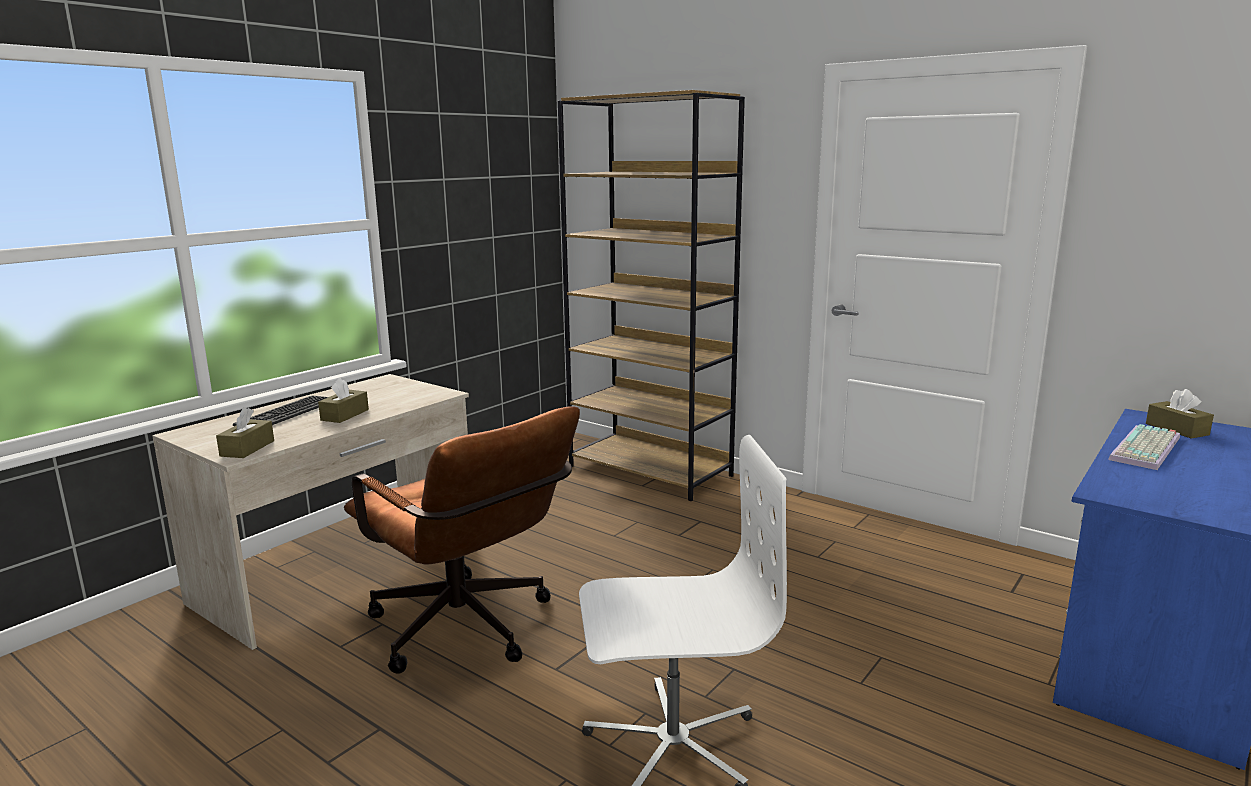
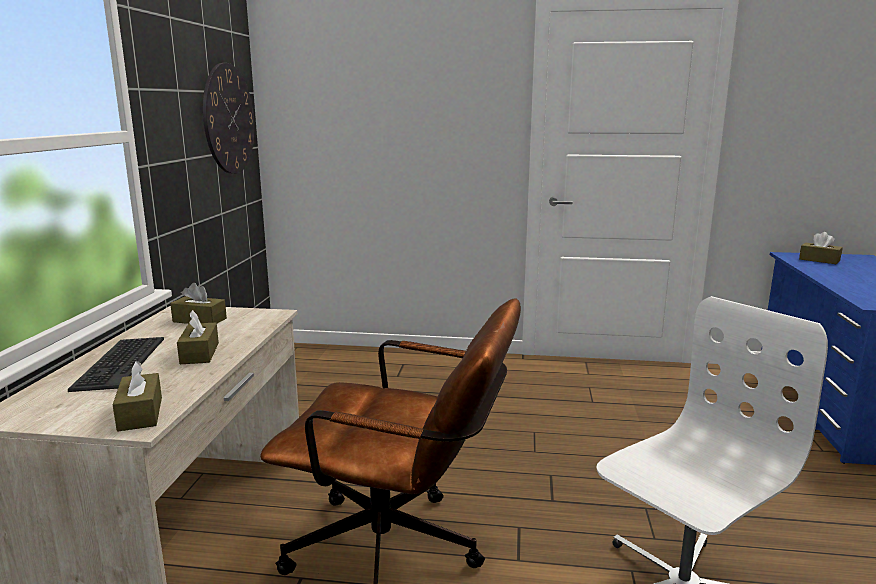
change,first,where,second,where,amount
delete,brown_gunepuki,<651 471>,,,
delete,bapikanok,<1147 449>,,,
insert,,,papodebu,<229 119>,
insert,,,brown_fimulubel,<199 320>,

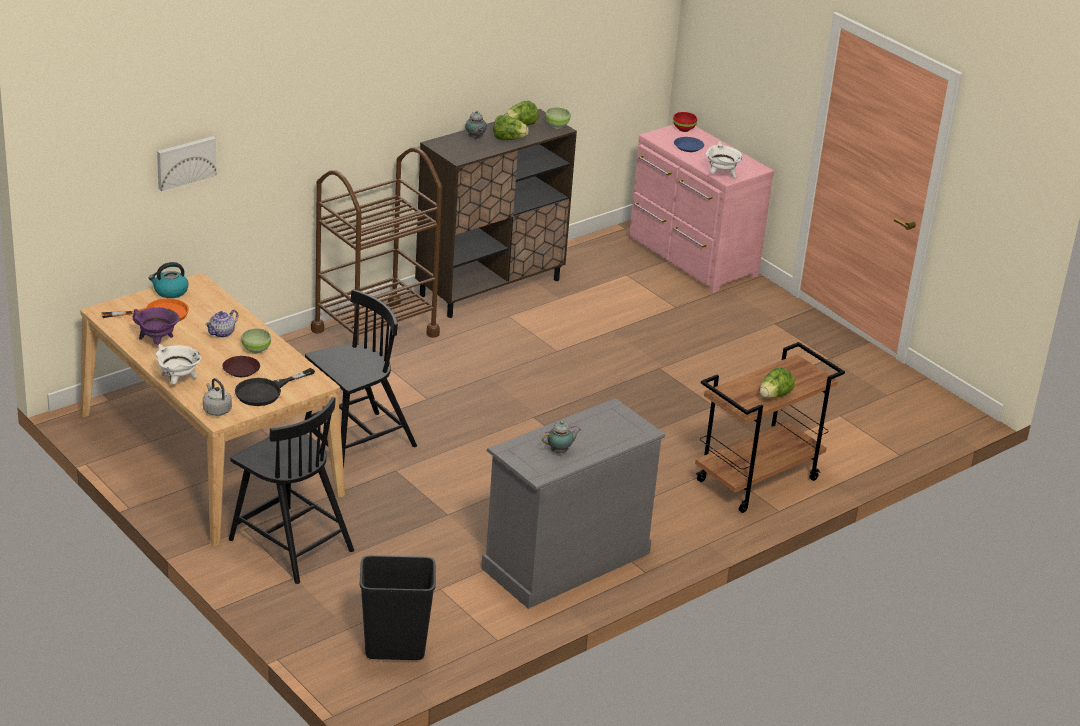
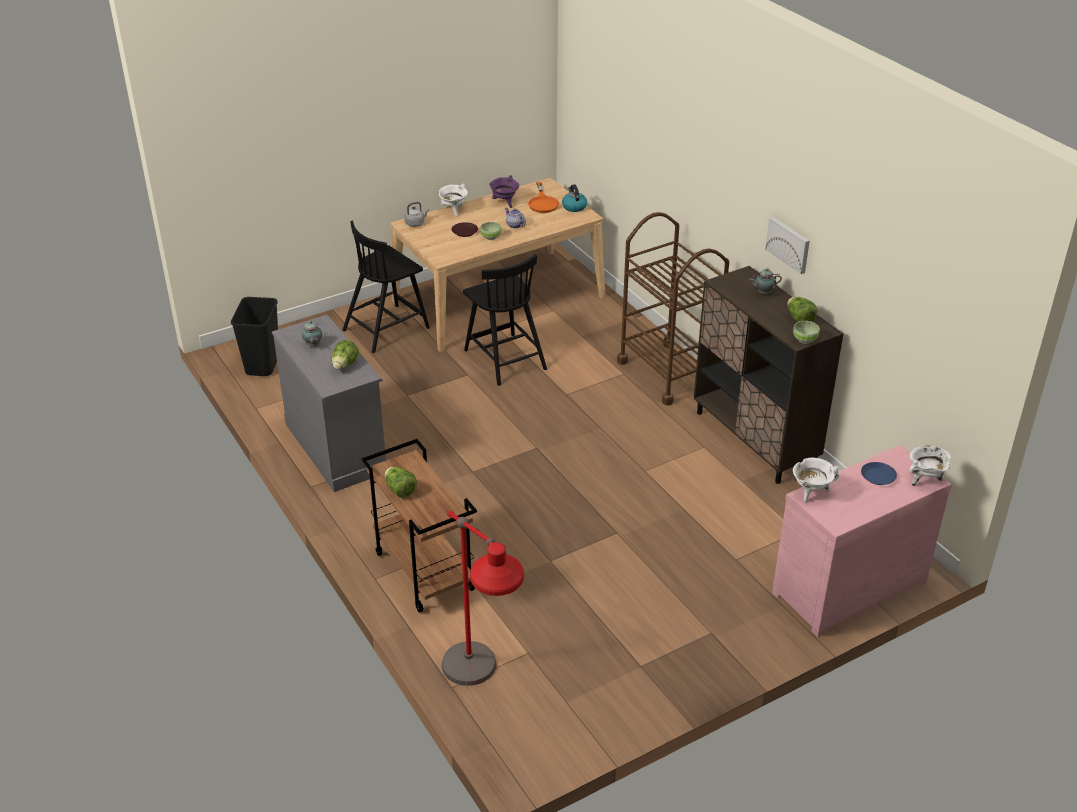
change,first,where,second,where,amount
replace,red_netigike,<684 129>,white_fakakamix,<925 479>,
move,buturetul,<508 139>,,<345 365>,
move,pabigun,<185 162>,,<789 244>,
delete,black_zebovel,<265 391>,,,
insert,,,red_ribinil,<481 693>,

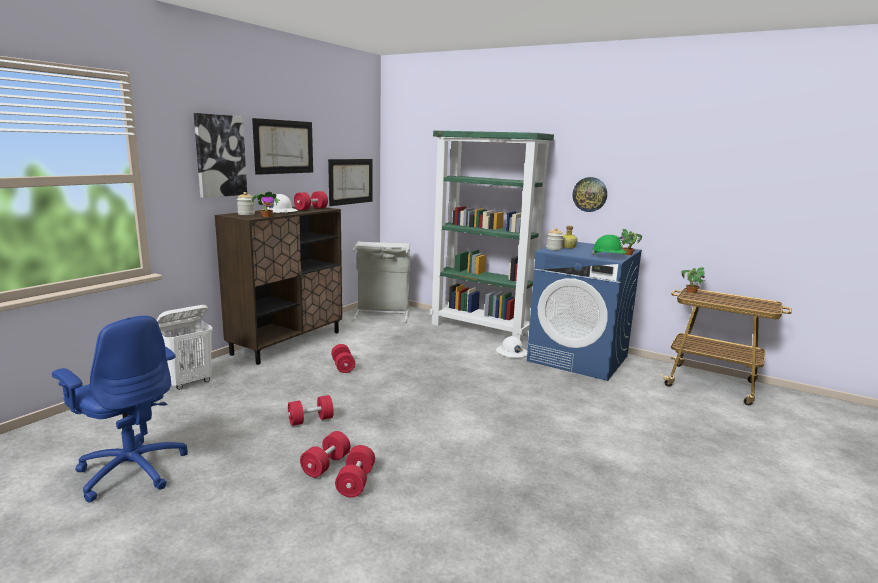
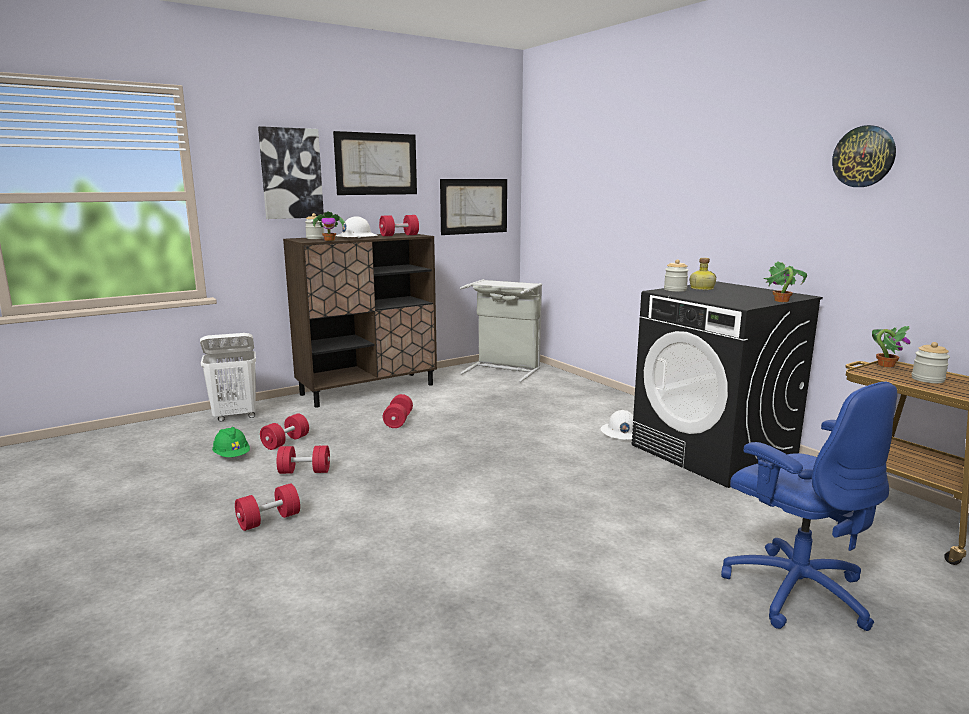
change,first,where,second,where,amount
delete,green_gunepuki,<482 329>,,,
move,papodebu,<590 194>,,<864 156>,
move,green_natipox,<608 257>,,<232 456>,
recolor,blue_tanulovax,<578 358>,black_tanulovax,<713 452>,
move,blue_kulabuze,<132 470>,,<795 590>,
move,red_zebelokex,<356 482>,,<285 442>,
insert,,,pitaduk,<927 379>,

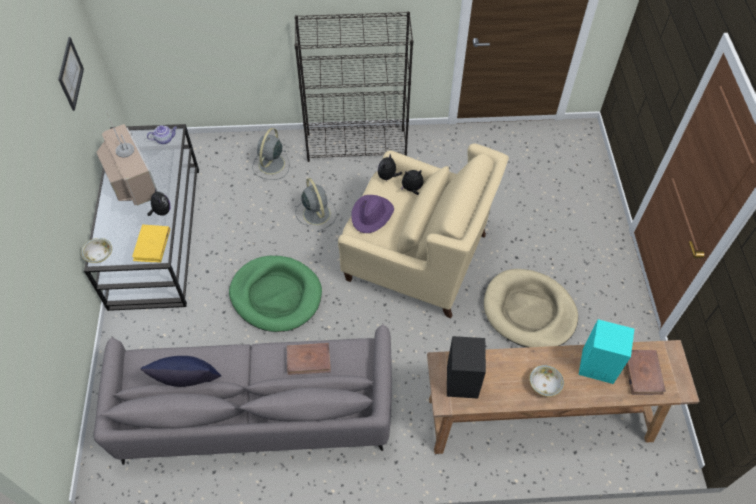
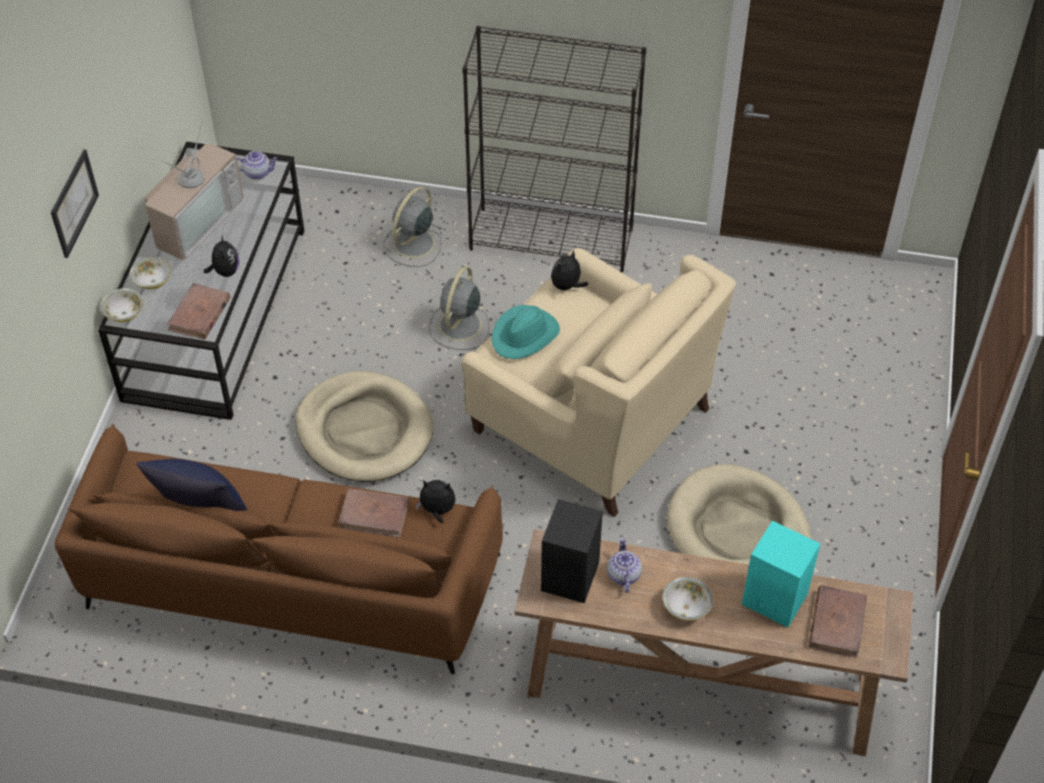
change,first,where,second,where,amount
move,pabigun,<70 73>,,<73 203>,
rotate,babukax,<131 179>,,<195 219>,45 degrees clockwise
move,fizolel,<412 189>,,<437 510>,
rotate,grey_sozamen,<316 213>,,<459 326>,150 degrees counterclockwise
recolor,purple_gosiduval,<372 215>,turquoise_gosiduval,<525 335>,
recolor,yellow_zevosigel,<152 245>,brown_zevosigel,<199 314>,
recolor,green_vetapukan,<276 295>,beige_vetapukan,<364 431>,
recolor,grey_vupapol,<255 412>,brown_vupapol,<288 583>,
insert,,,netigike,<153 281>,
insert,,,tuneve,<623 574>,

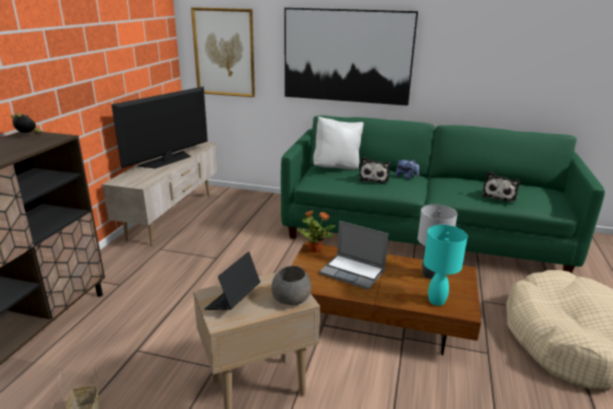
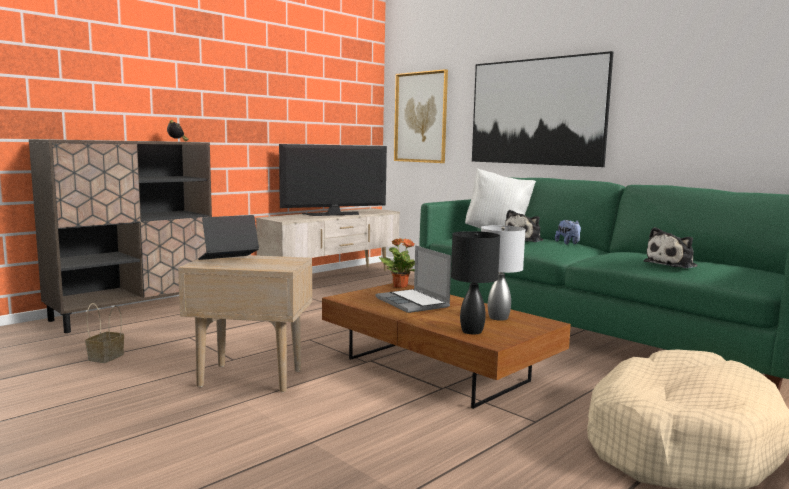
change,first,where,second,where,amount
recolor,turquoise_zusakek,<437 301>,black_zusakek,<472 331>,
delete,grey_netigike,<291 298>,,,

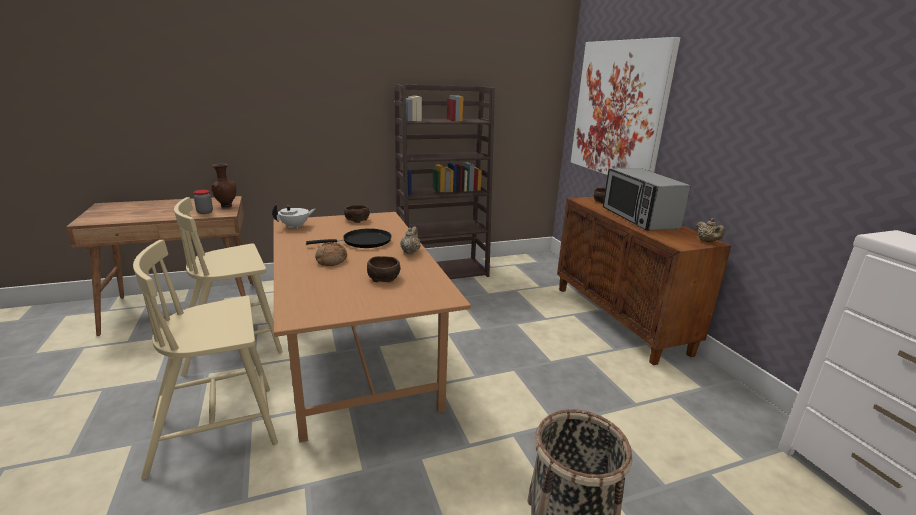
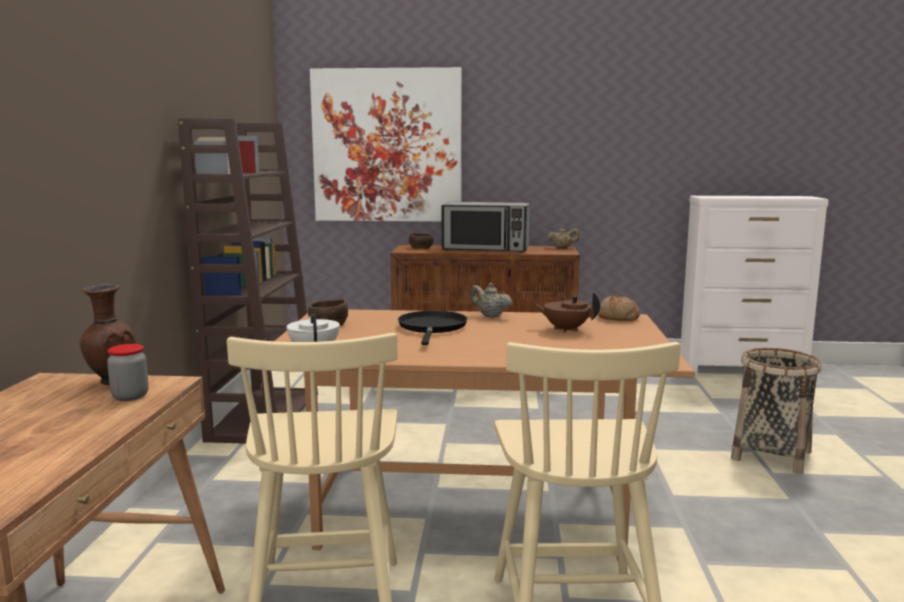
change,first,where,second,where,amount
move,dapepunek,<331 260>,,<617 318>,
replace,brown_netigike,<384 278>,brown_tuneve,<565 329>,

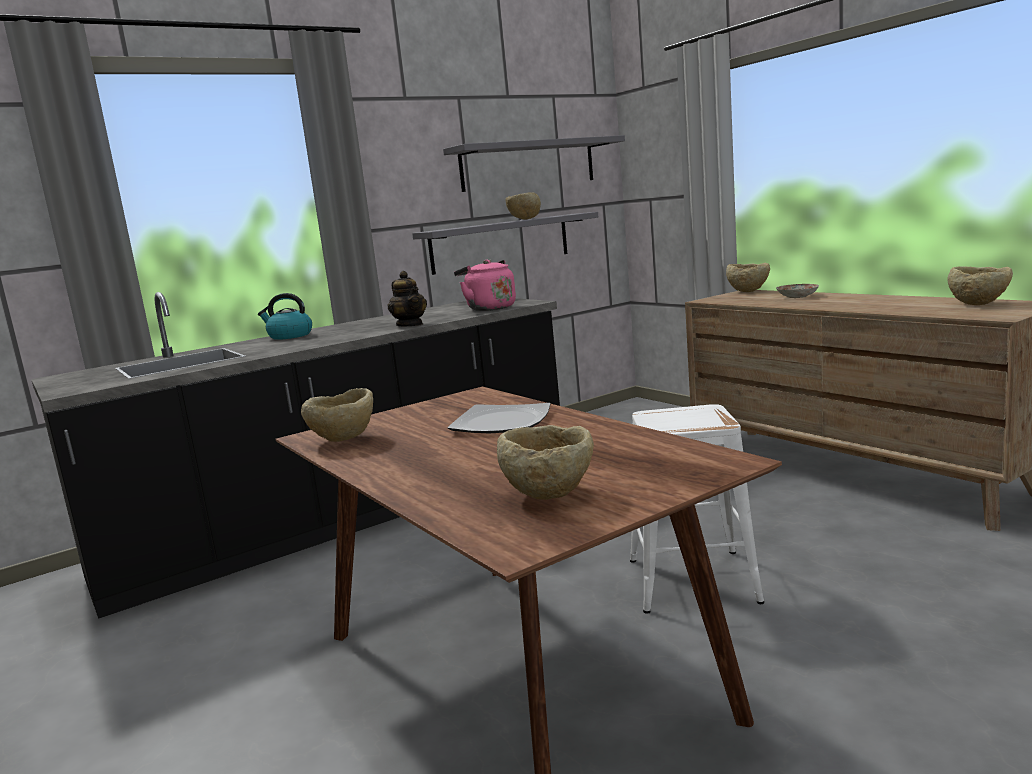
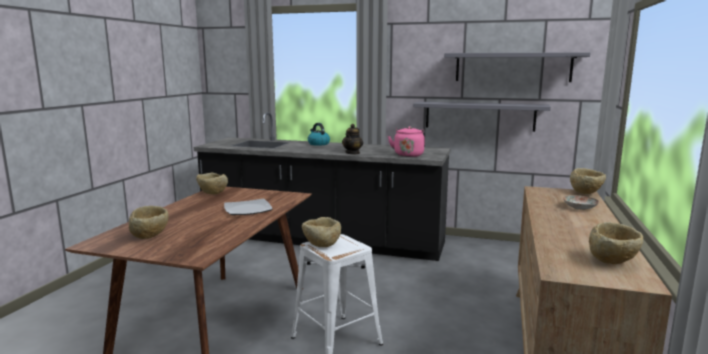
change,first,where,second,where,amount
move,beige_netigike,<524 219>,,<321 245>,

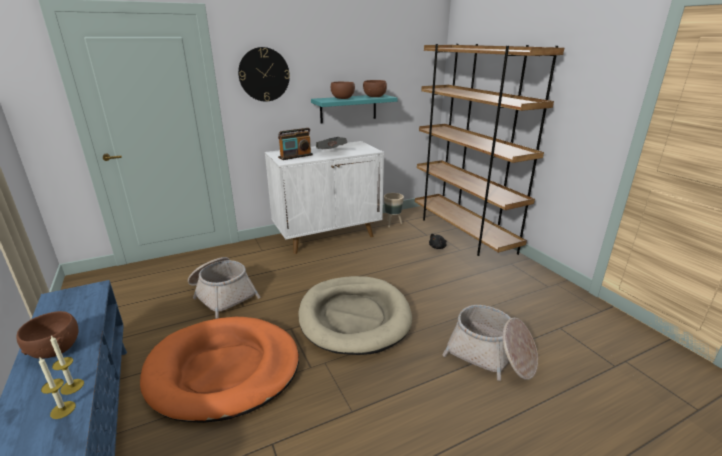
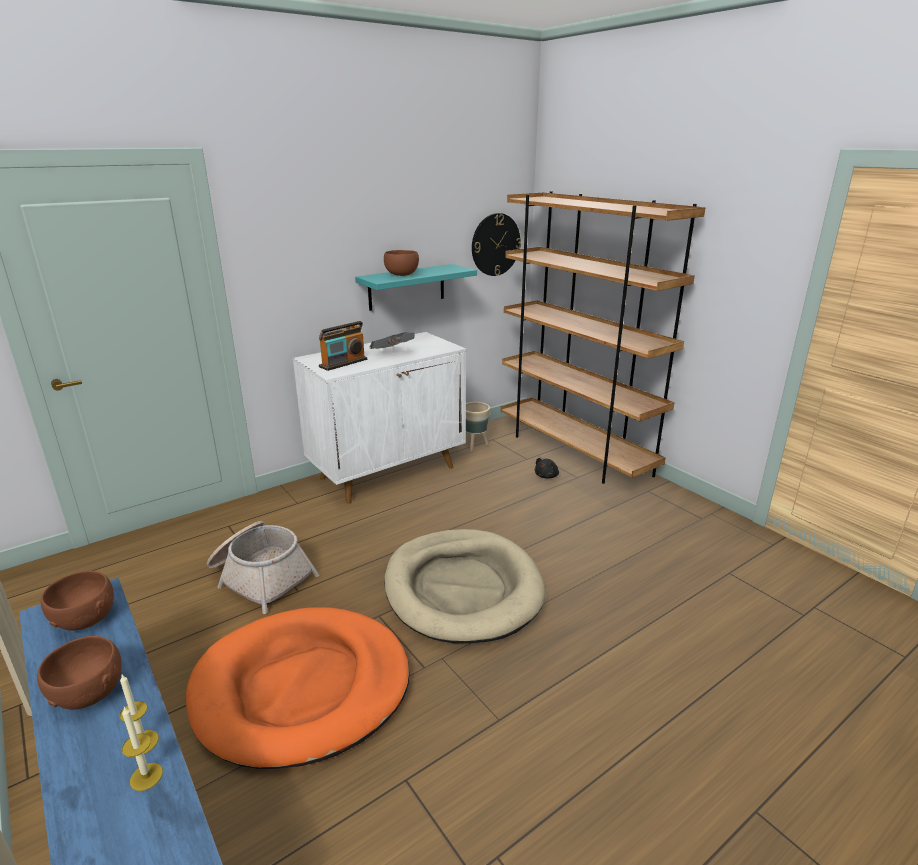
change,first,where,second,where,amount
move,papodebu,<264 74>,,<495 244>,
move,brown_netigike,<374 97>,,<85 619>,
delete,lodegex,<491 356>,,,

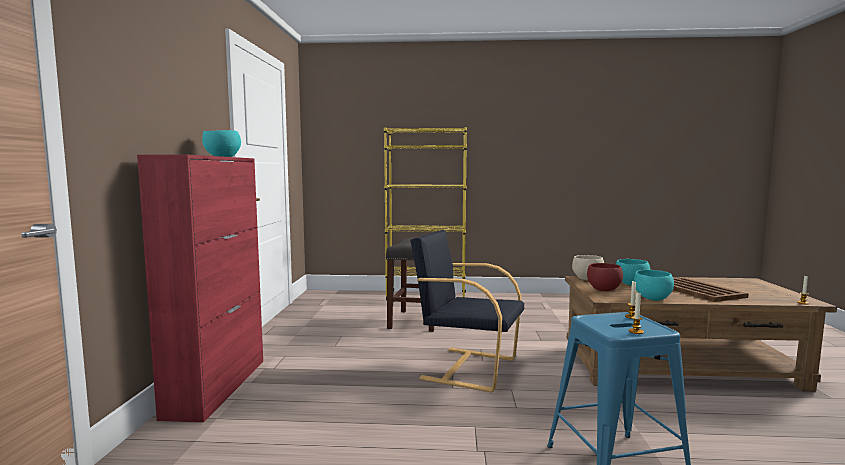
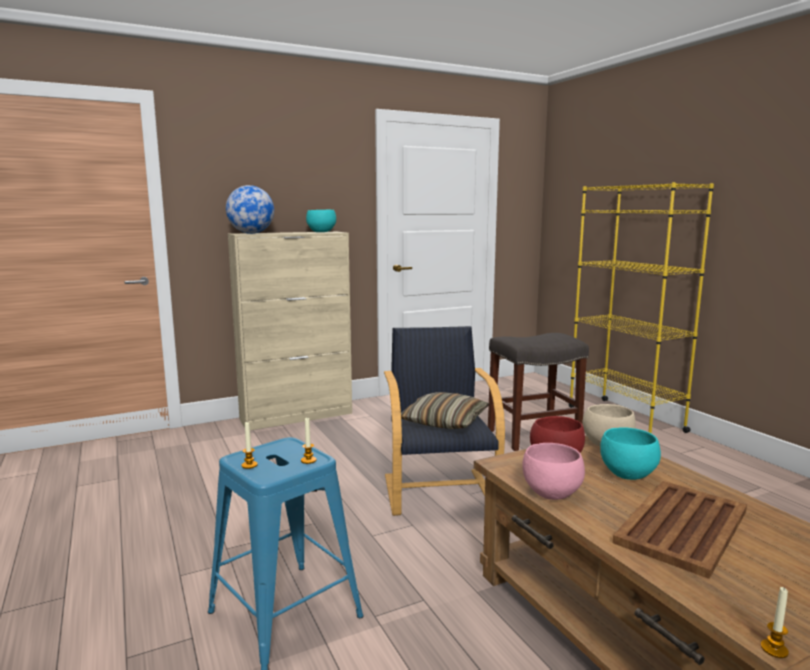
change,first,where,second,where,amount
recolor,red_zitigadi,<217 387>,beige_zitigadi,<297 416>,
recolor,turquoise_netigike,<653 299>,pink_netigike,<550 494>,
insert,,,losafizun,<251 233>,
insert,,,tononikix,<445 421>,

